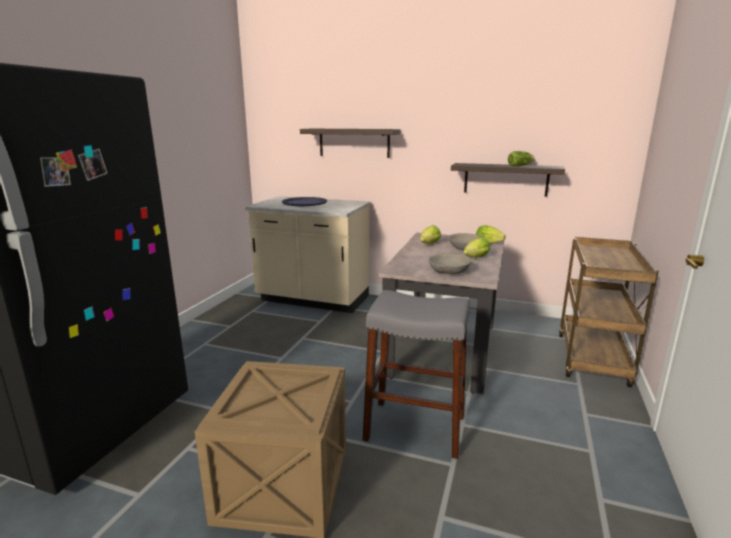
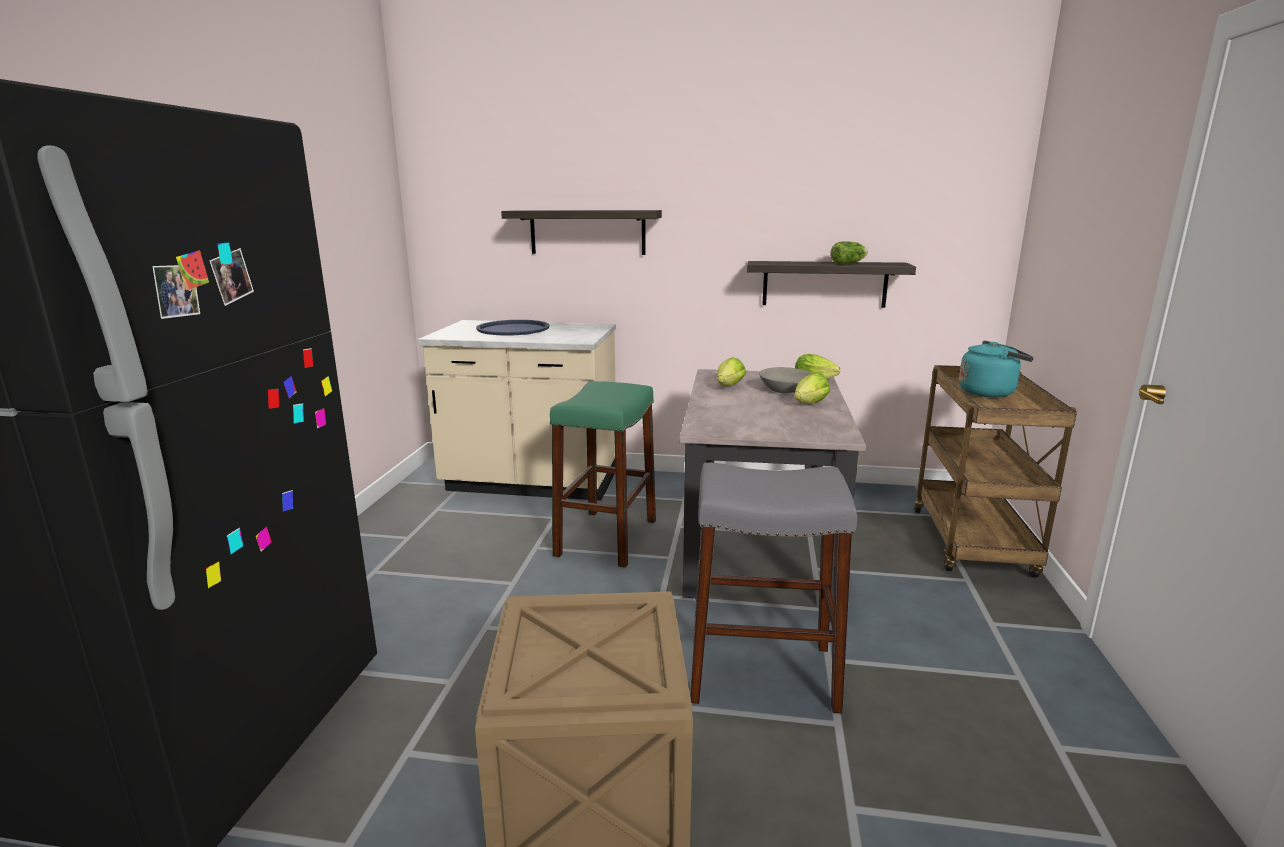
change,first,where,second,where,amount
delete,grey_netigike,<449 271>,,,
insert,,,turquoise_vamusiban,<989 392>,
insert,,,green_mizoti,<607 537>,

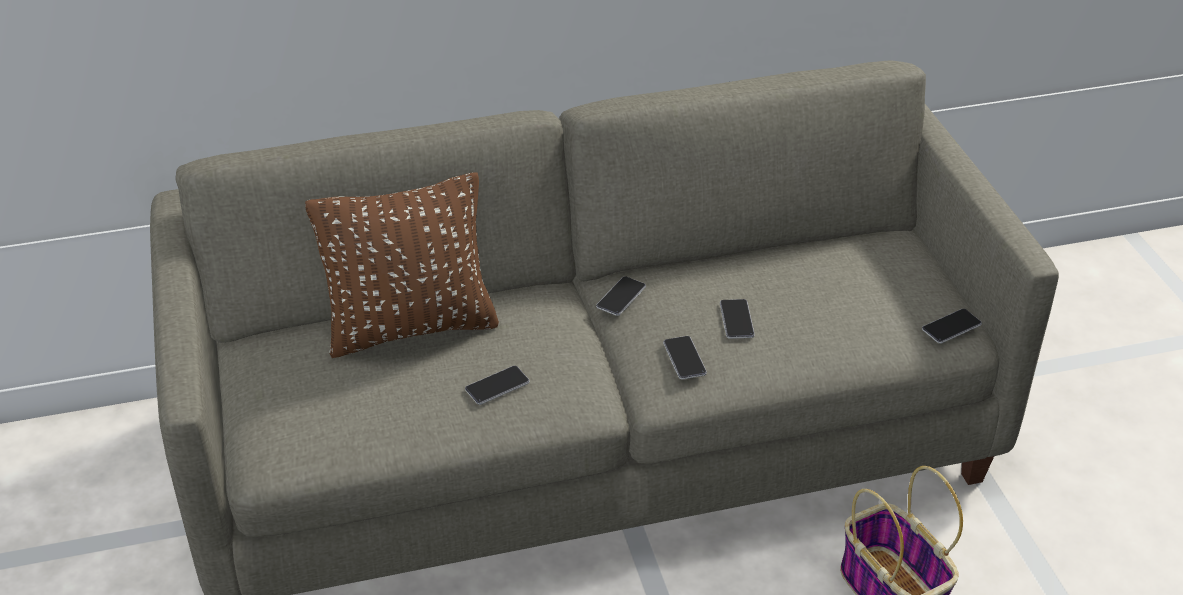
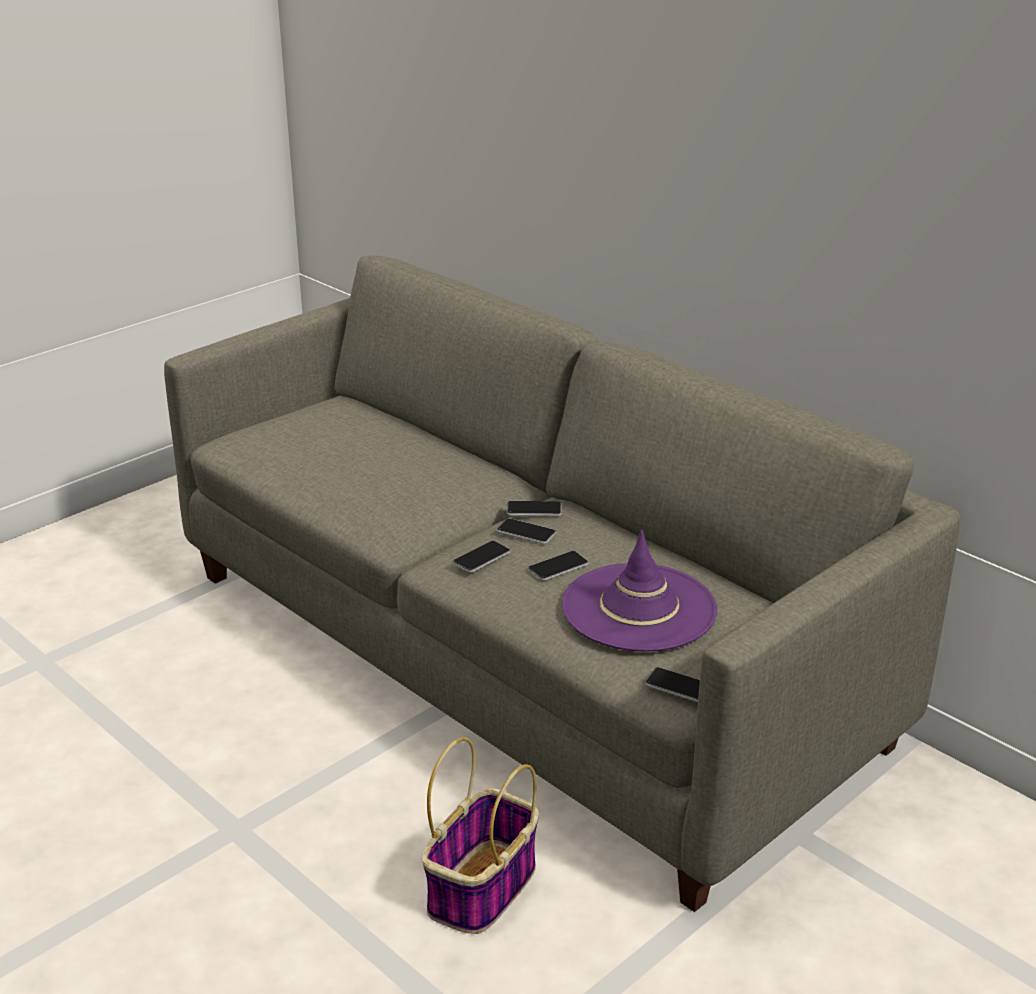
change,first,where,second,where,amount
delete,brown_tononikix,<411 328>,,,
move,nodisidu,<497 386>,,<526 532>,
insert,,,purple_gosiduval,<639 608>,

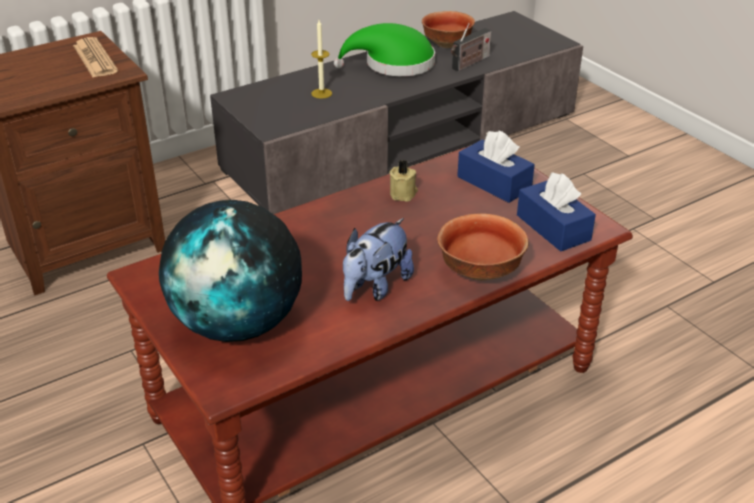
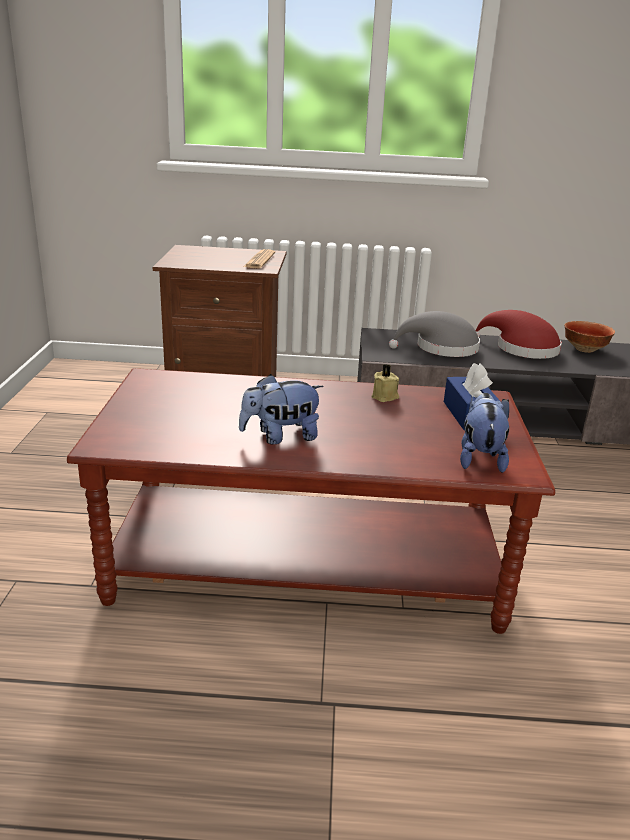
change,first,where,second,where,amount
replace,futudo,<321 93>,grey_gosiduval,<441 348>,
recolor,green_gosiduval,<393 64>,red_gosiduval,<521 349>,
delete,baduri,<469 63>,,,
replace,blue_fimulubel,<553 228>,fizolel,<480 458>,
delete,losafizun,<238 324>,,,
delete,netigike,<479 272>,,,

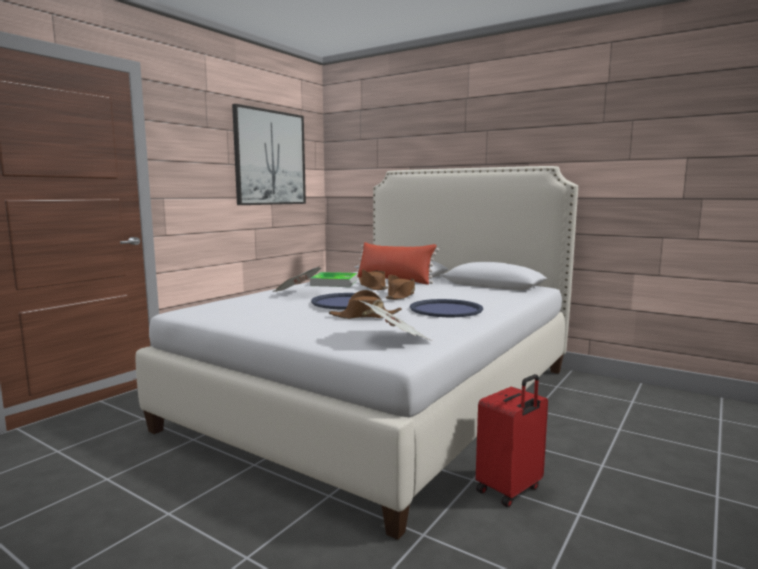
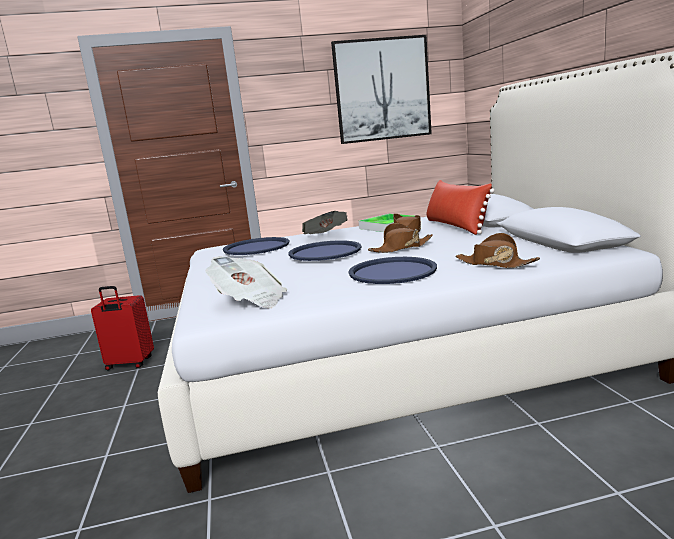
change,first,where,second,where,amount
move,brown_gosiduval,<365 316>,,<495 264>,
move,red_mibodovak,<510 490>,,<129 364>,
insert,,,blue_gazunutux,<256 247>,

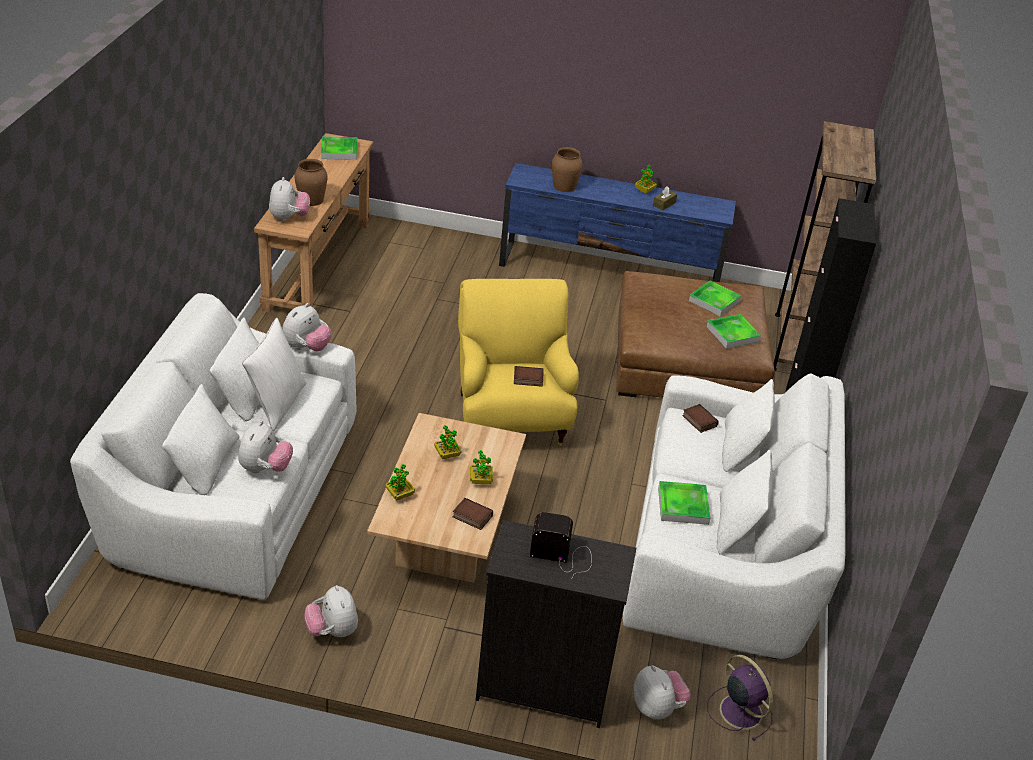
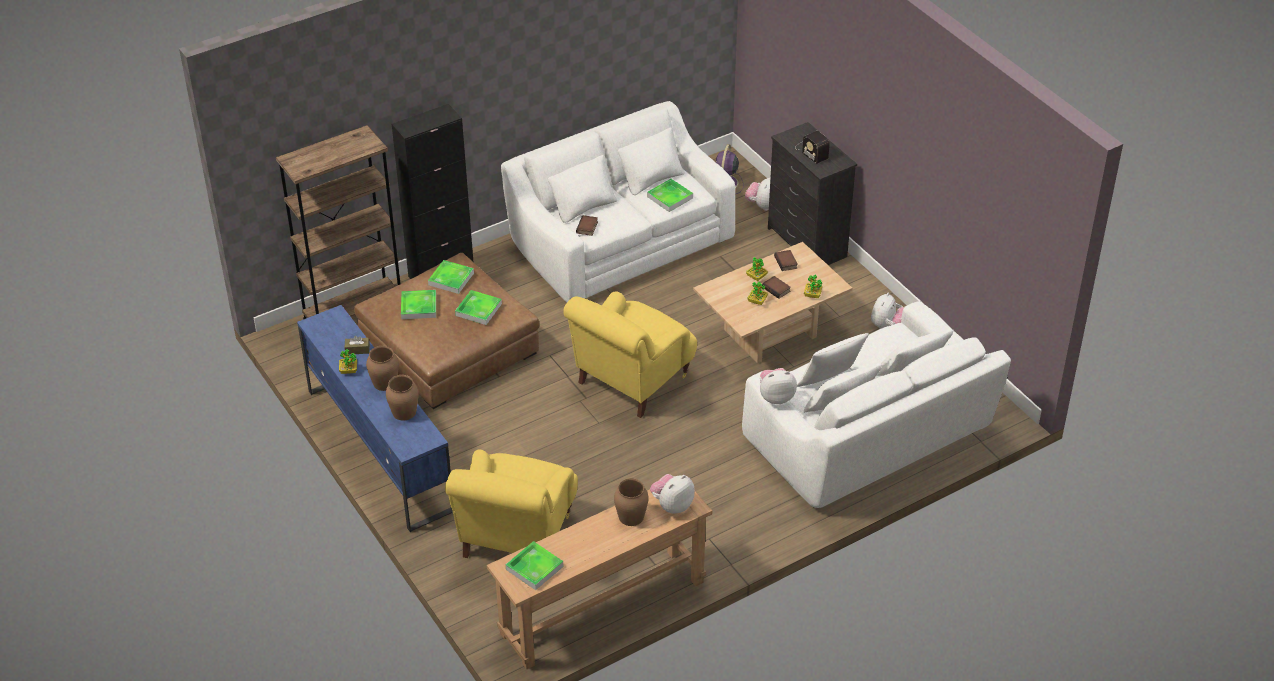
change,first,where,second,where,amount
move,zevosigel,<527 379>,,<777 289>,
delete,fizolel,<265 468>,,,
insert,,,gazunutux,<478 309>,
insert,,,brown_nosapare,<385 382>,
insert,,,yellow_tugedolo,<516 538>,

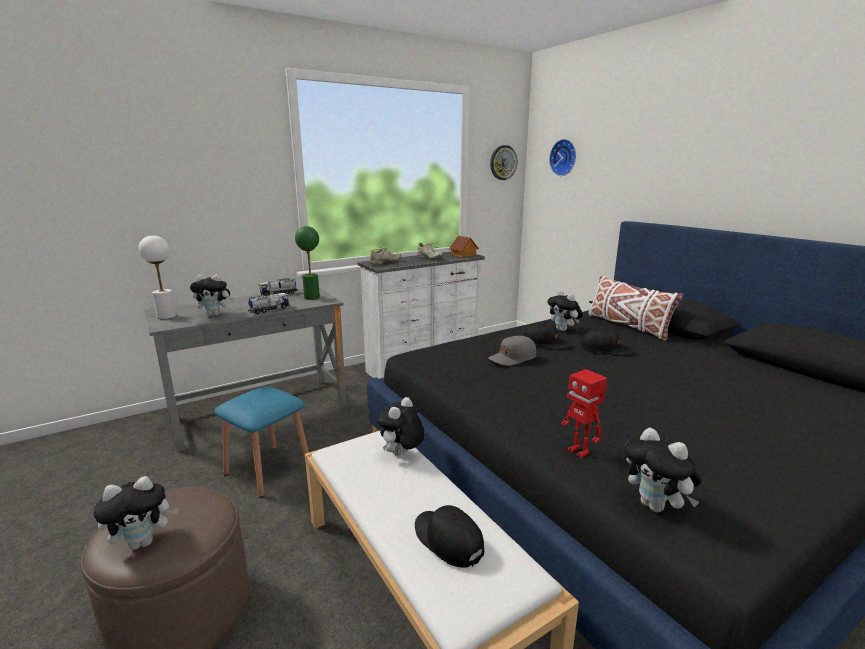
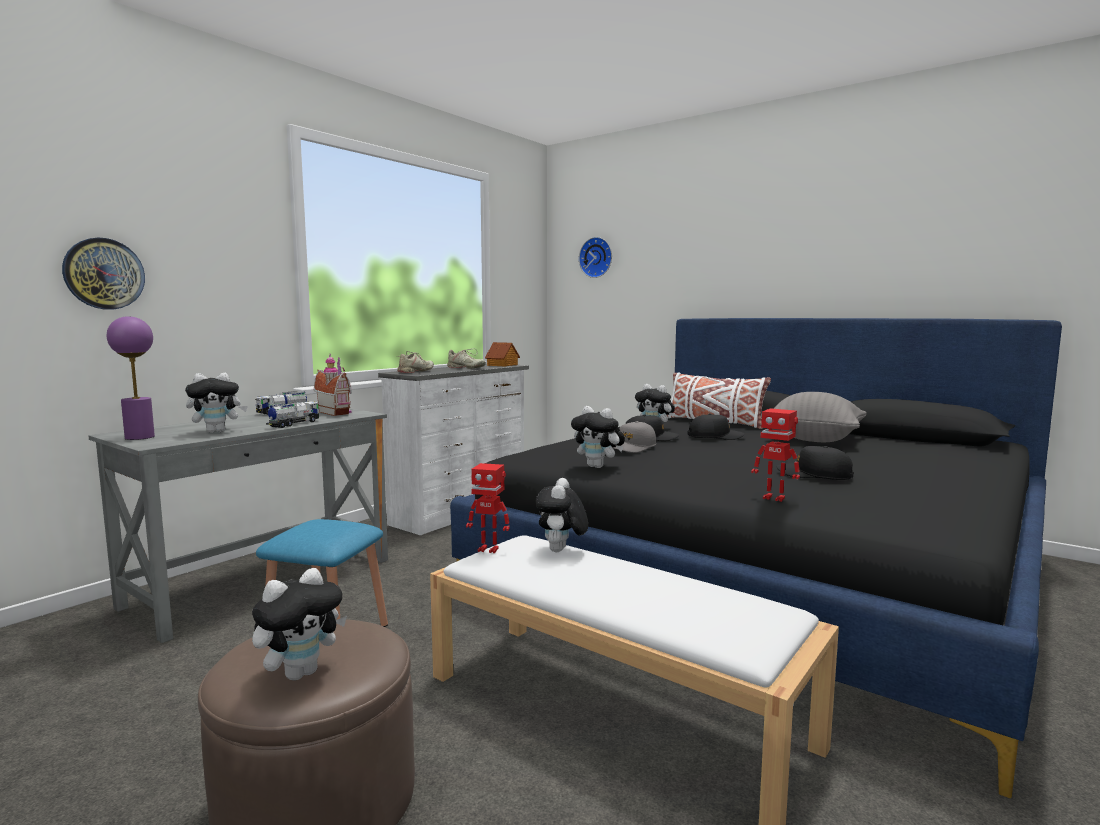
change,first,where,second,where,amount
move,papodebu,<503 162>,,<104 274>,
replace,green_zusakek,<311 297>,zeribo,<336 412>,
recolor,white_zusakek,<166 316>,purple_zusakek,<139 437>,
move,fizolel,<656 506>,,<598 466>,
move,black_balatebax,<448 540>,,<814 475>,
insert,,,grey_tononikix,<814 439>,
insert,,,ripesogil,<489 549>,

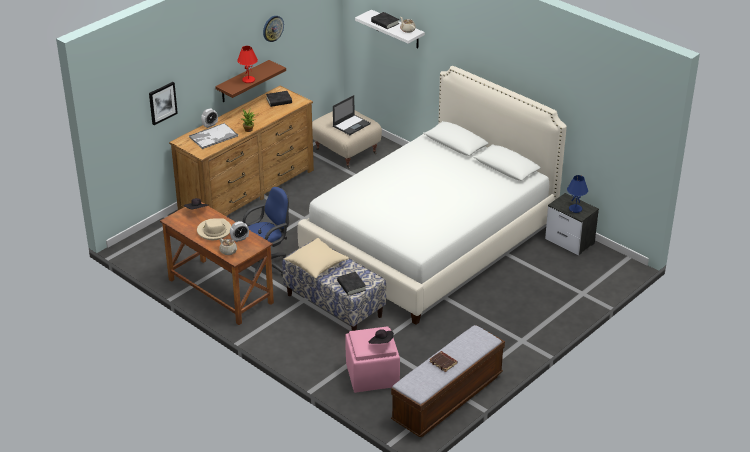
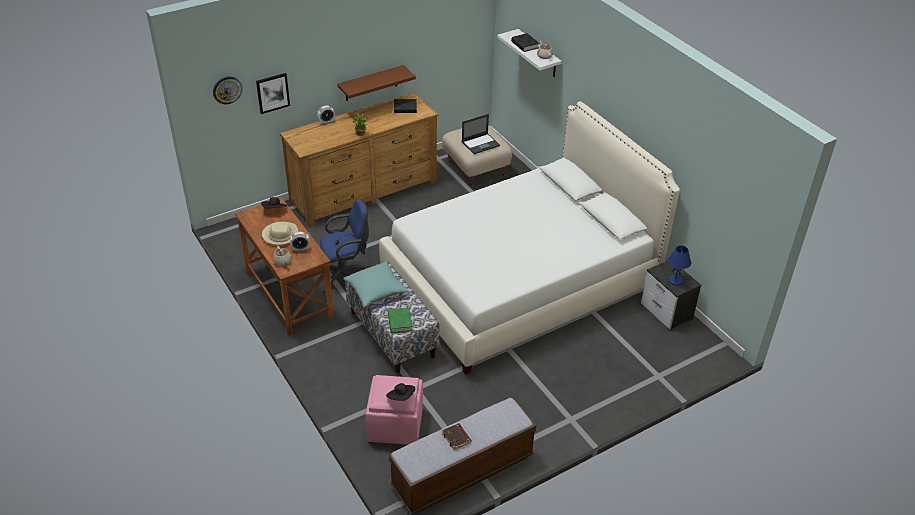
change,first,where,second,where,amount
move,papodebu,<272 28>,,<227 89>,
delete,red_zusakek,<248 80>,,,
delete,gazunutux,<213 137>,,,
recolor,beige_tononikix,<316 265>,turquoise_tononikix,<376 290>,
recolor,black_zevosigel,<351 286>,green_zevosigel,<400 322>,

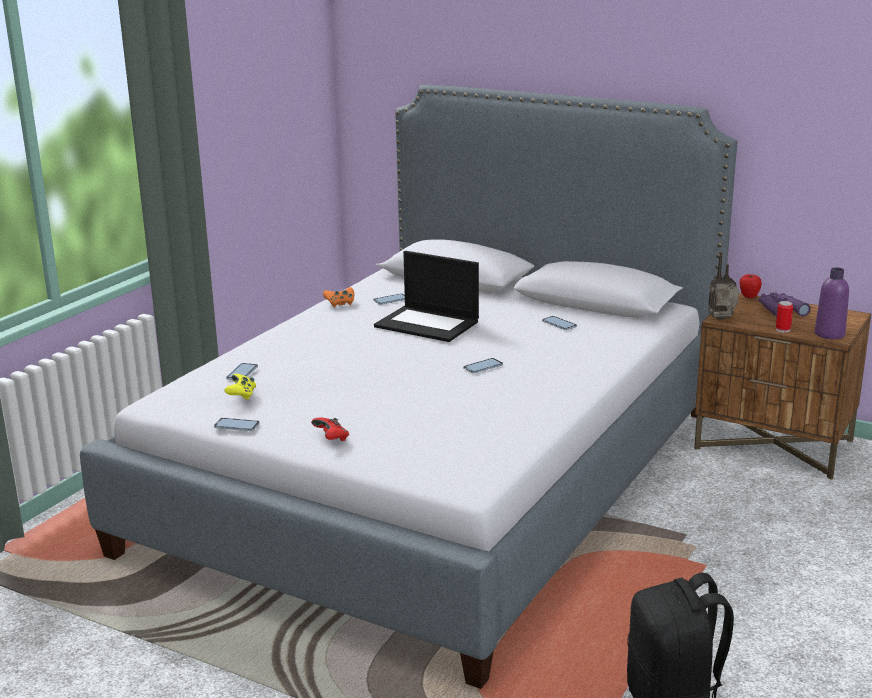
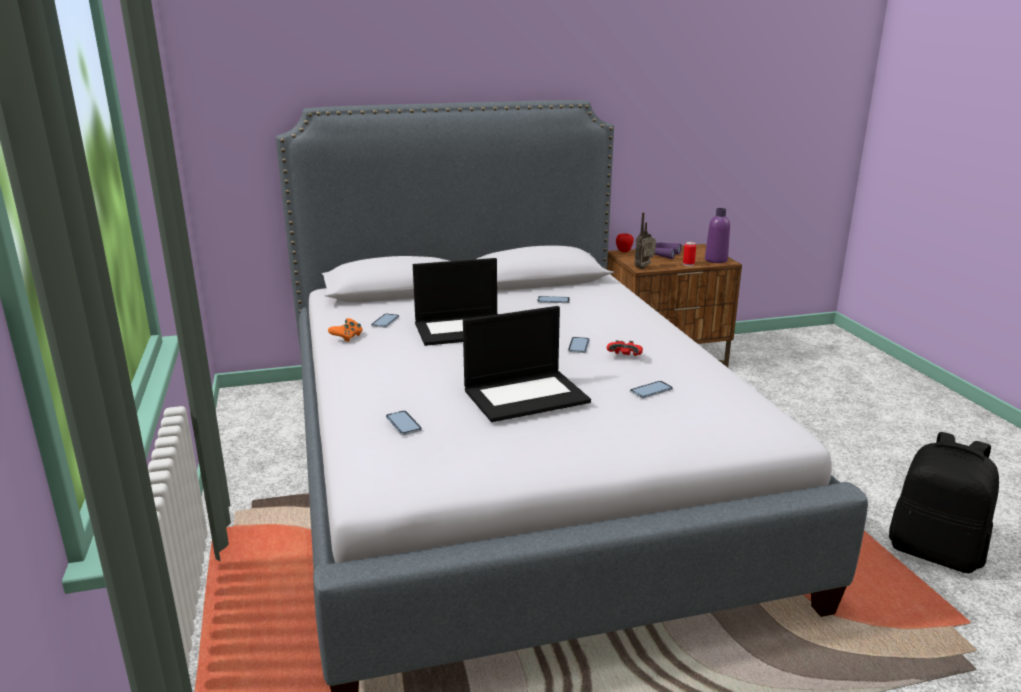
change,first,where,second,where,amount
delete,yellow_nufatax,<241 395>,,,
move,nodisidu,<237 426>,,<651 391>,
move,red_nufatax,<332 438>,,<625 357>,
insert,,,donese,<526 395>,

